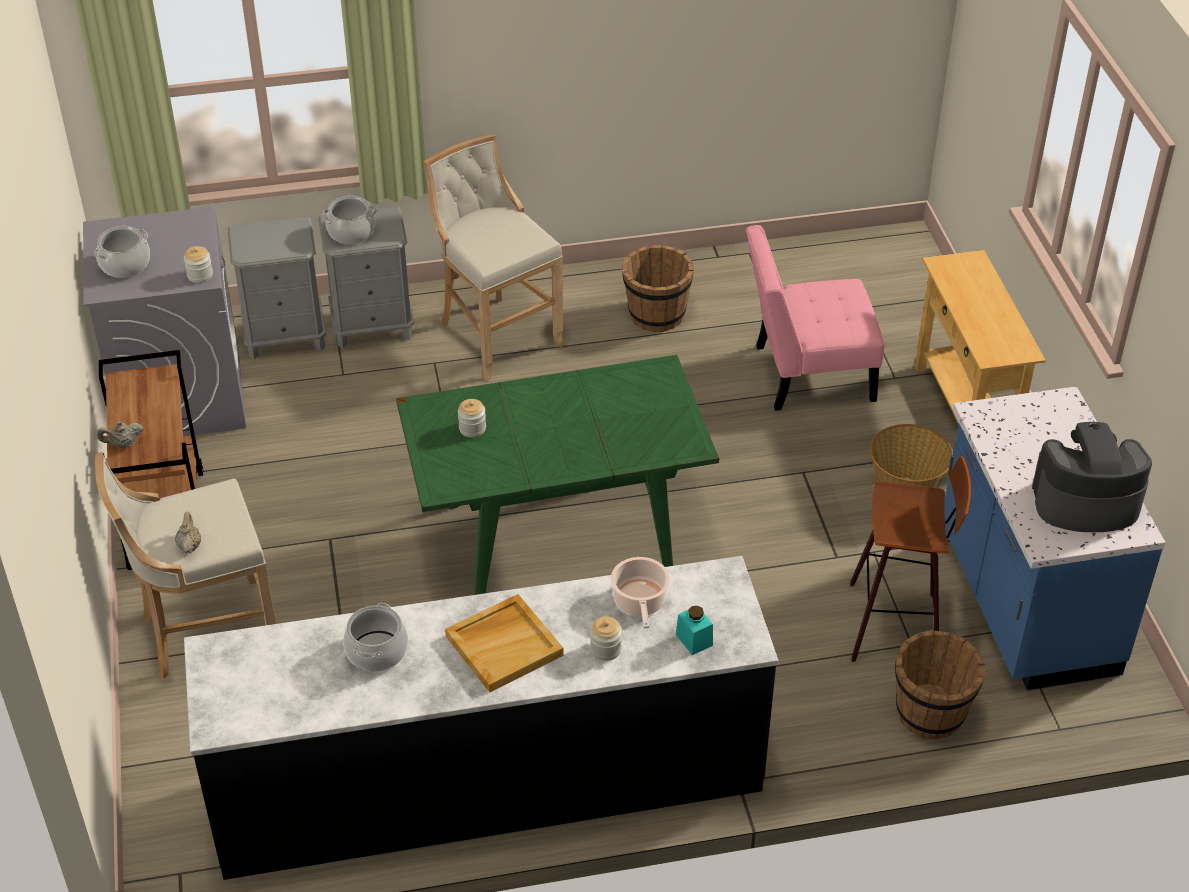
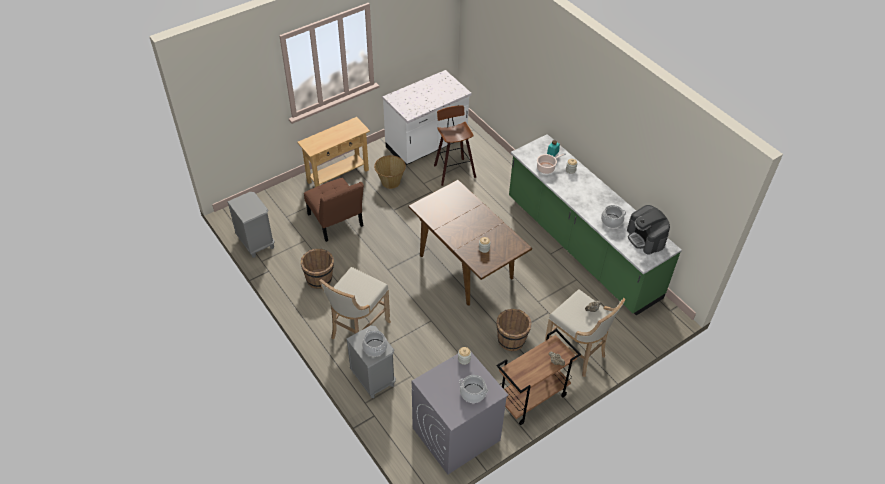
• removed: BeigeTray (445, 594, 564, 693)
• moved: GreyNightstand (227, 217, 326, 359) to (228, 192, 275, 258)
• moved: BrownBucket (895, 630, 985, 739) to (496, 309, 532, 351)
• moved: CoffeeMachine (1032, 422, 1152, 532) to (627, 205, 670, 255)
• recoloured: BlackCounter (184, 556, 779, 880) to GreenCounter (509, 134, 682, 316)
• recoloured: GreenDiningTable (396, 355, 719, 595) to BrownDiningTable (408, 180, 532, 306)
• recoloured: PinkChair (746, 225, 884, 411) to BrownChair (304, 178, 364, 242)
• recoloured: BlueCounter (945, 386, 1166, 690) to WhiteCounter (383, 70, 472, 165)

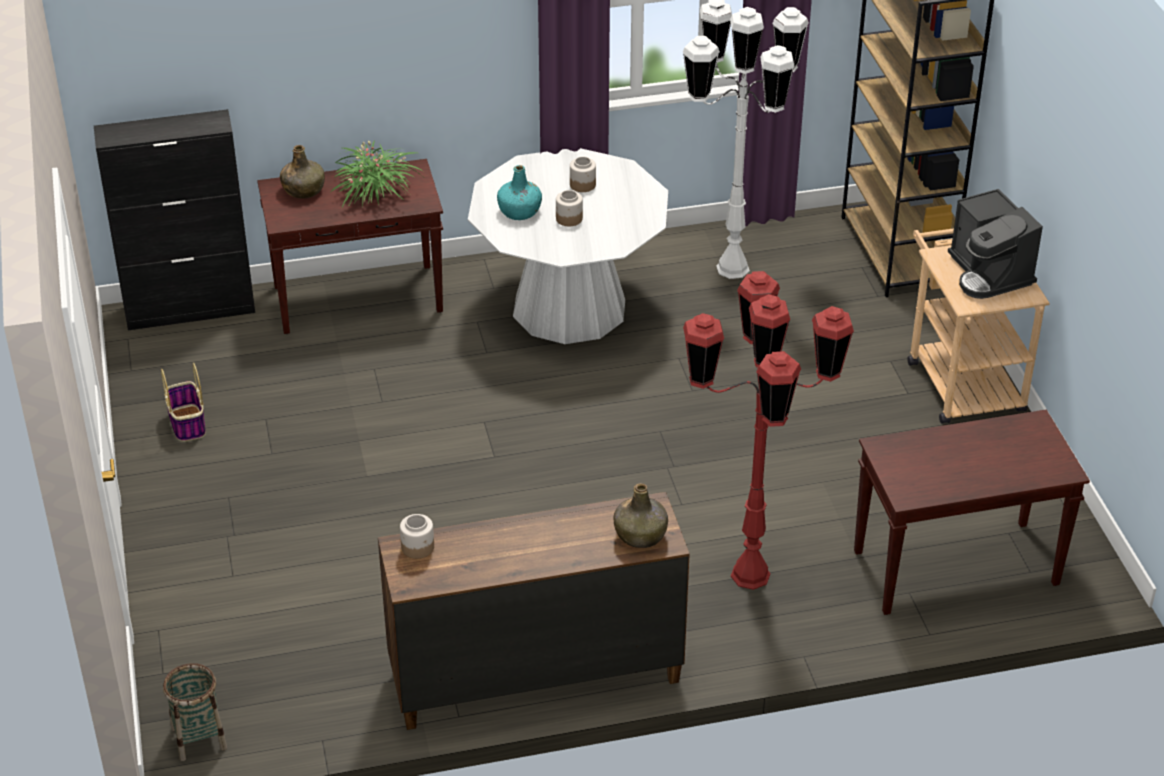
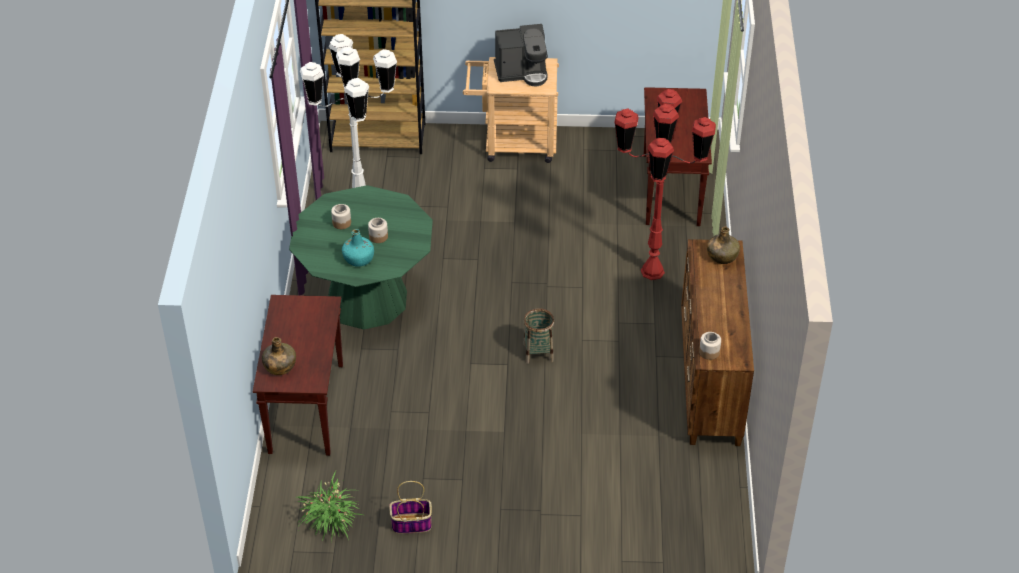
• removed: BlackCabinet (94, 109, 255, 330)
• moved: Basket (163, 663, 227, 761) to (523, 308, 554, 364)
• moved: PottedPlant (331, 140, 423, 208) to (297, 471, 363, 542)
• recoloured: WhiteDiningTable (468, 148, 668, 344) to GreenDiningTable (289, 185, 433, 329)

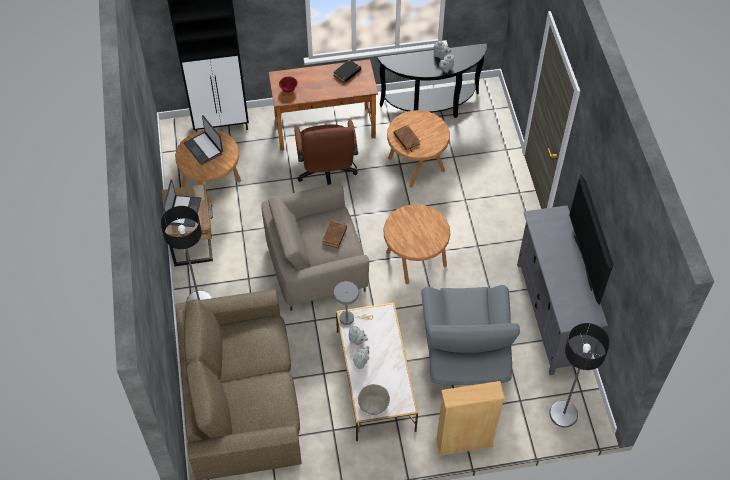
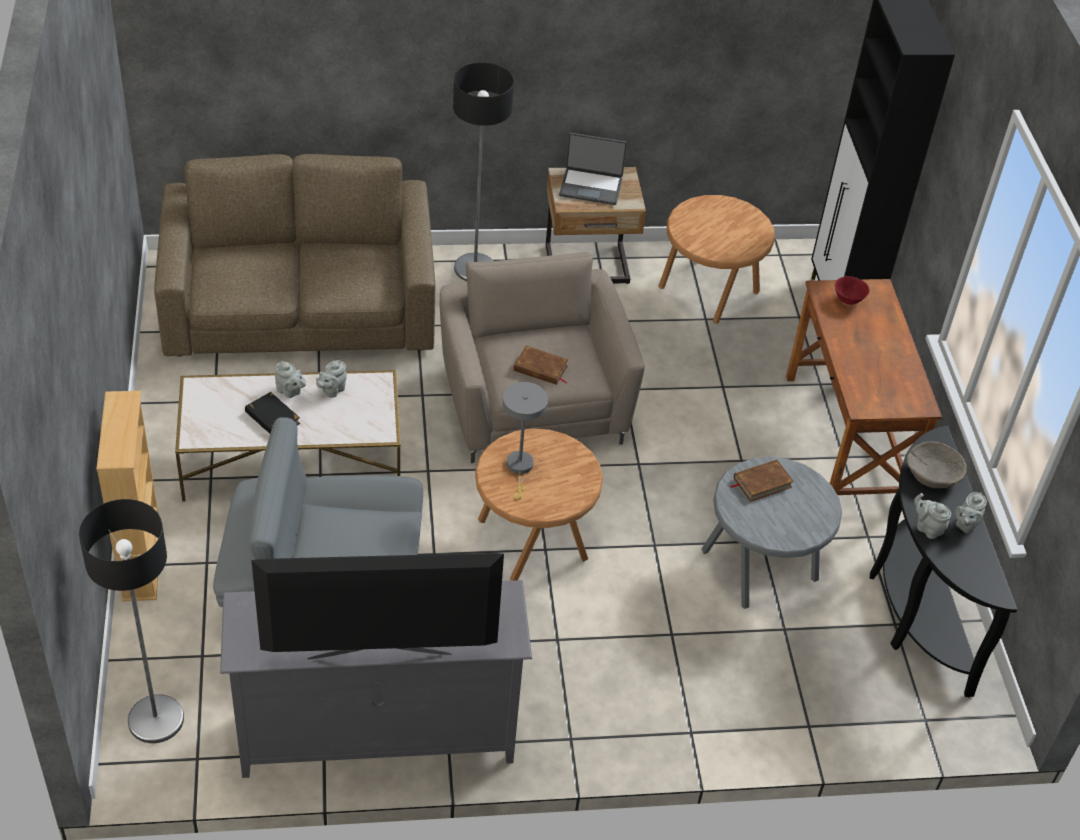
• removed: Laptop (184, 115, 223, 165)
• removed: BrownOfficeChair (294, 120, 358, 185)
• moved: BlackBook (333, 59, 361, 83) to (245, 392, 300, 434)
• moved: GreyTableLamp (334, 281, 373, 325) to (502, 382, 548, 499)
• moved: BeigeBowl (358, 384, 390, 415) to (907, 441, 967, 488)
• recoloured: BrownSideTable (387, 110, 450, 188) to GreySideTable (702, 457, 842, 609)

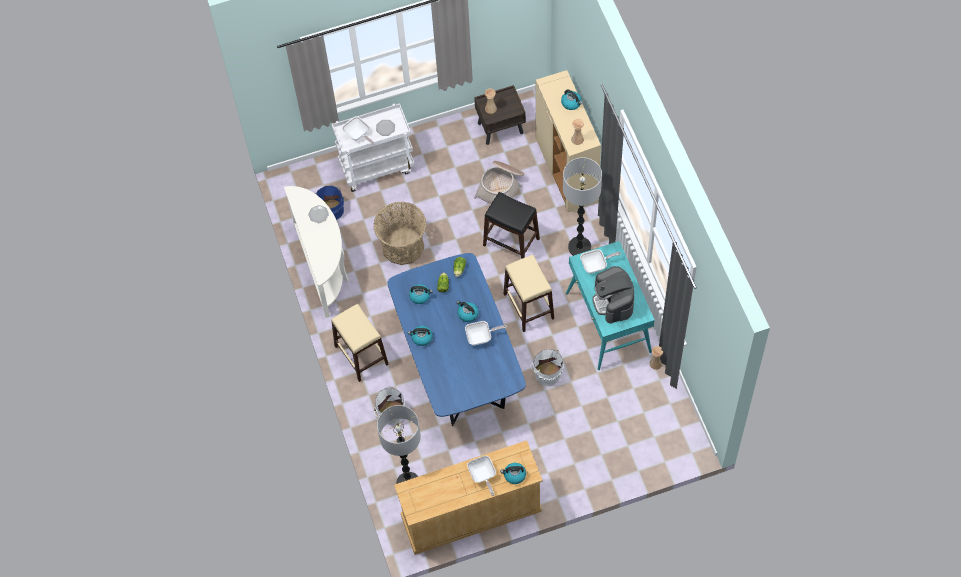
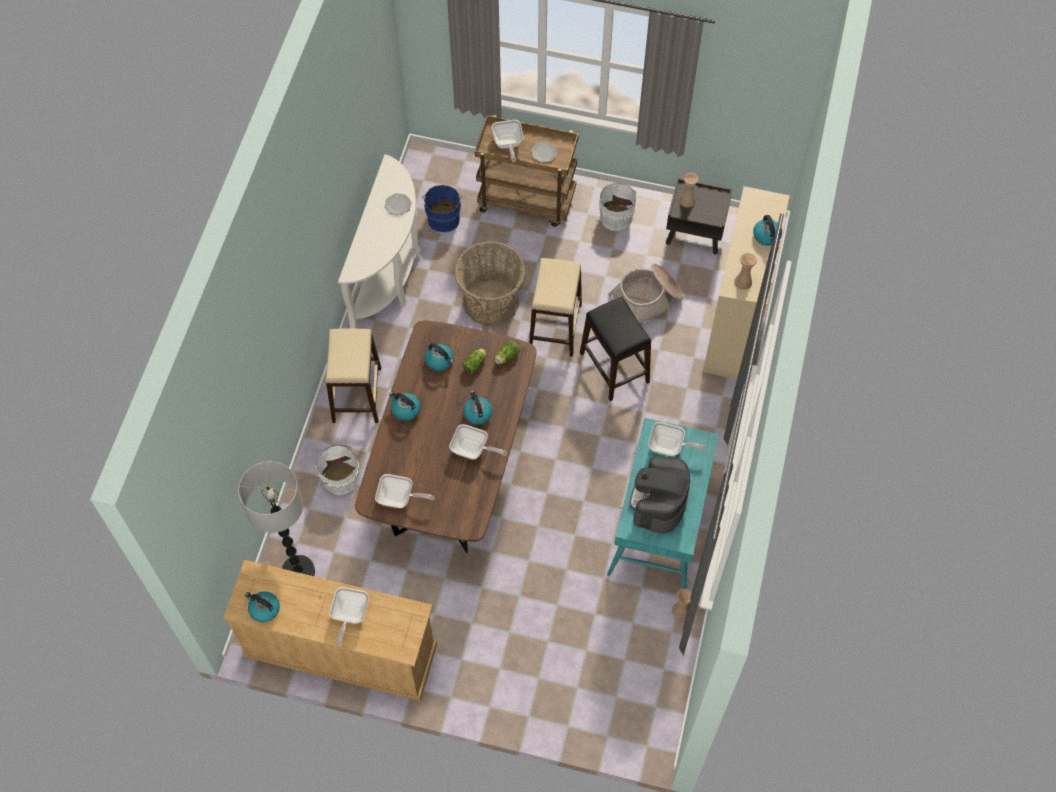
• removed: FloorLamp (563, 157, 602, 256)
• added: FryingPan (375, 474, 435, 508)
• moved: Kettle (500, 463, 526, 484) to (245, 592, 280, 622)
• moved: BeigeStool (504, 255, 554, 332) to (529, 258, 582, 357)
• moved: WhiteBucket (530, 349, 564, 386) to (597, 183, 637, 230)
• recoloured: WhiteCart (332, 103, 415, 192) to BrownCart (475, 115, 579, 227)
• recoloured: BlueDiningTable (387, 253, 526, 426) to BrownDiningTable (355, 321, 537, 553)

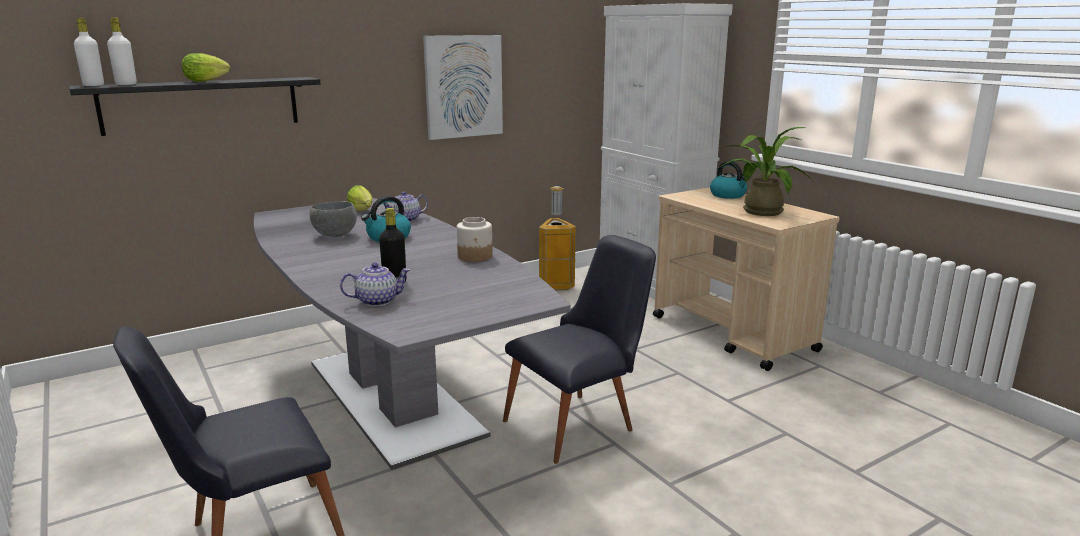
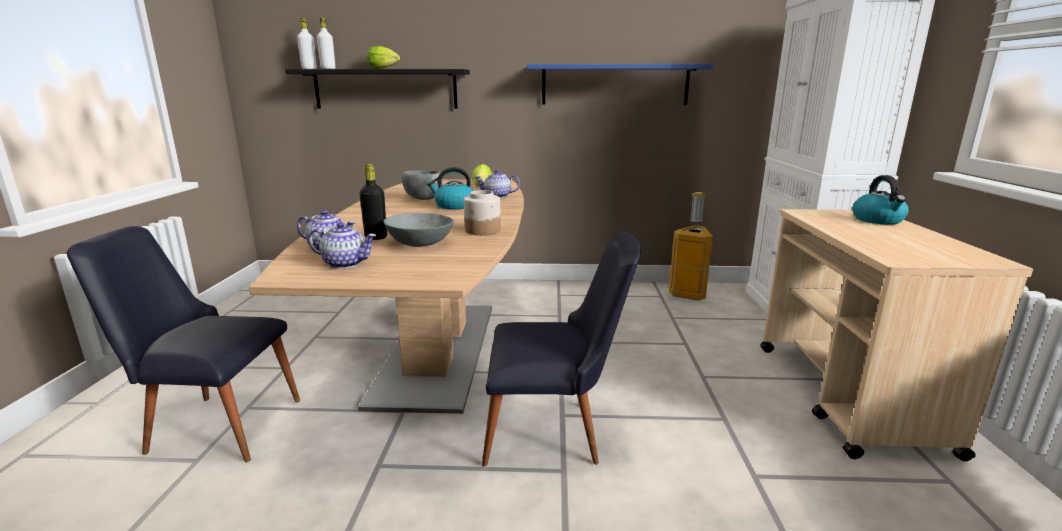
• removed: PottedPlant (716, 127, 815, 216)
• added: Teapot (309, 222, 376, 269)
• added: GreyBowl (383, 213, 454, 247)
• replaced: Picture (423, 35, 503, 140) to BlueShelf (527, 64, 714, 105)
• recoloured: GreyDiningTable (254, 198, 571, 470) to BrownDiningTable (249, 179, 524, 414)

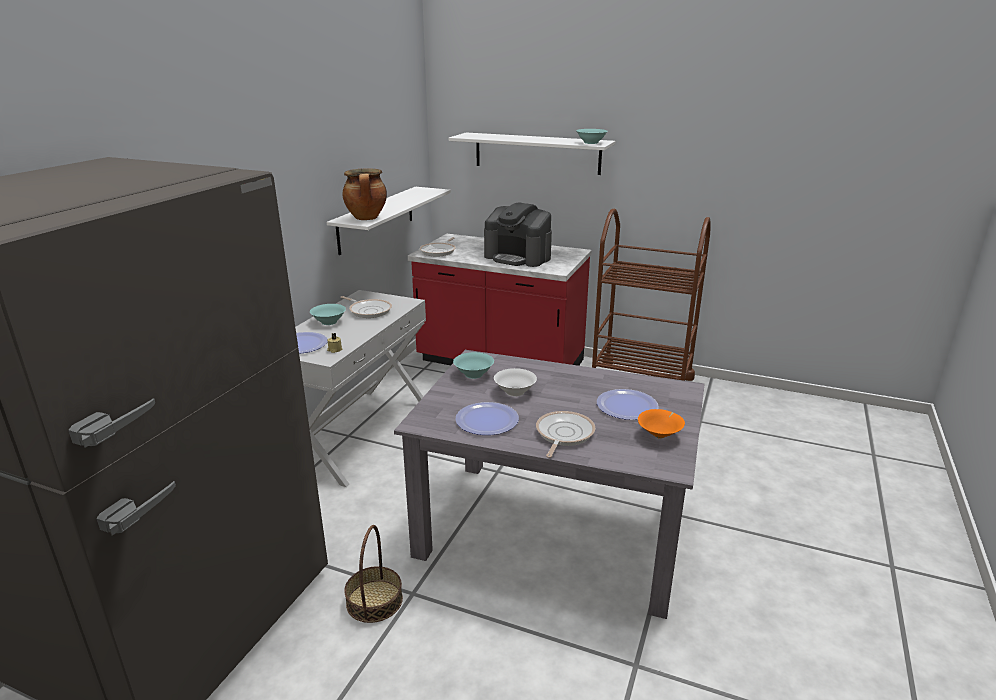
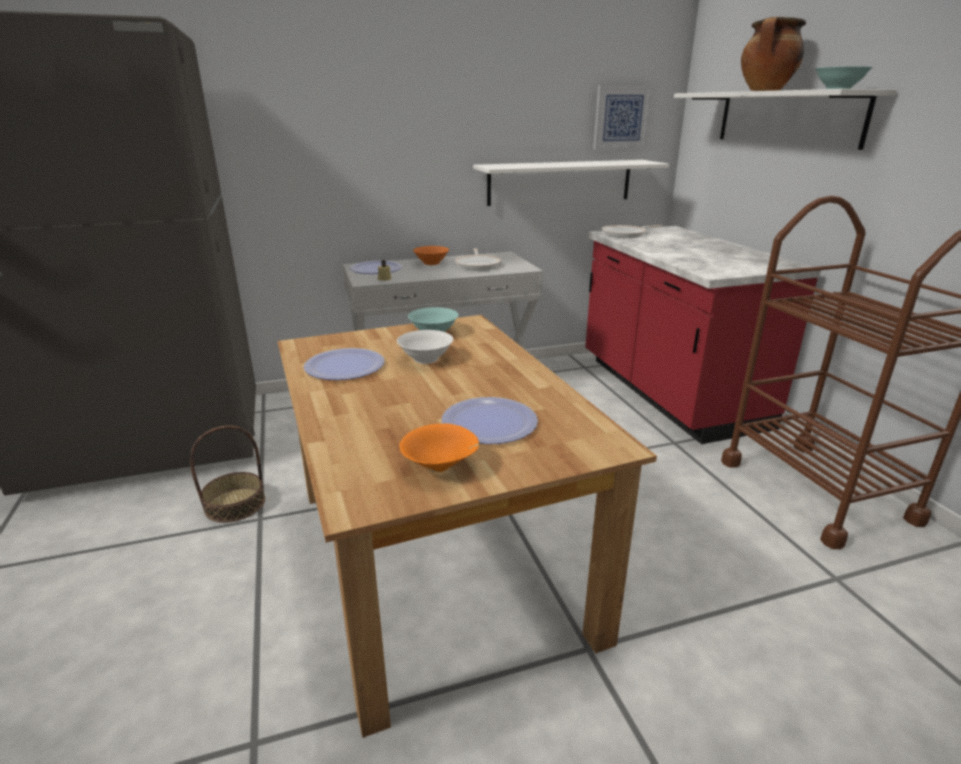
• removed: CoffeeMachine (484, 202, 552, 267)
• removed: FryingPan (536, 411, 595, 458)
• added: Picture (593, 85, 652, 149)
• moved: CookingPot (343, 168, 387, 220) to (741, 17, 806, 91)
• recoloured: TurquoiseBowl (310, 304, 346, 325) to OrangeBowl (413, 246, 449, 265)
• recoloured: GreyDiningTable (394, 350, 705, 619) to BrownDiningTable (278, 315, 657, 738)

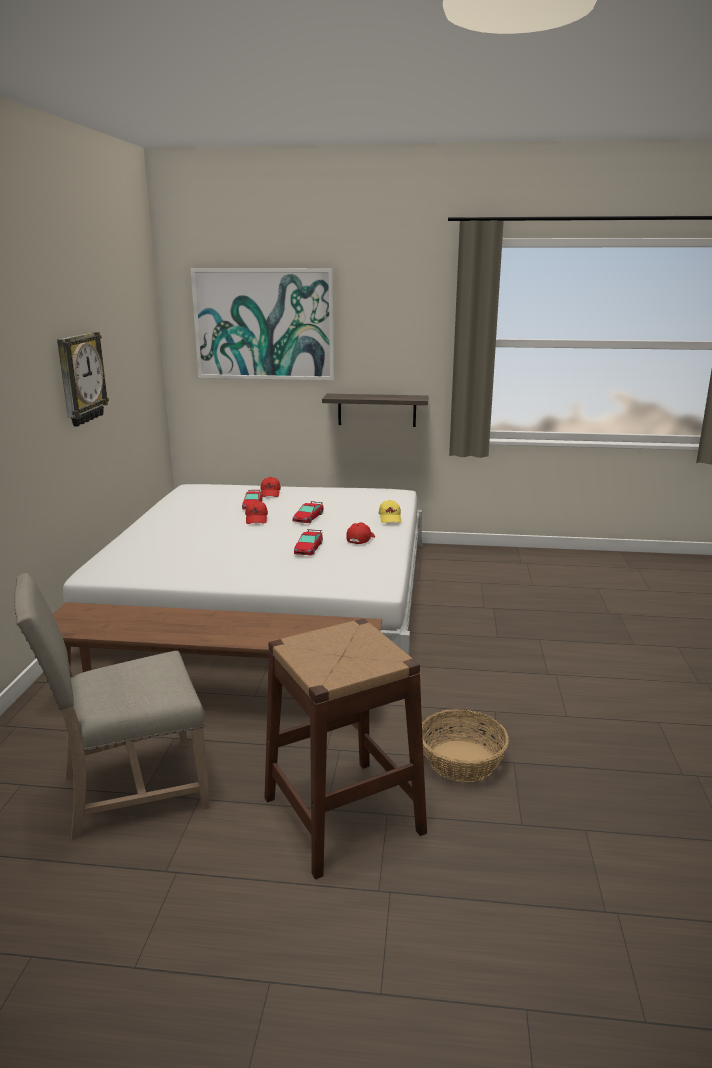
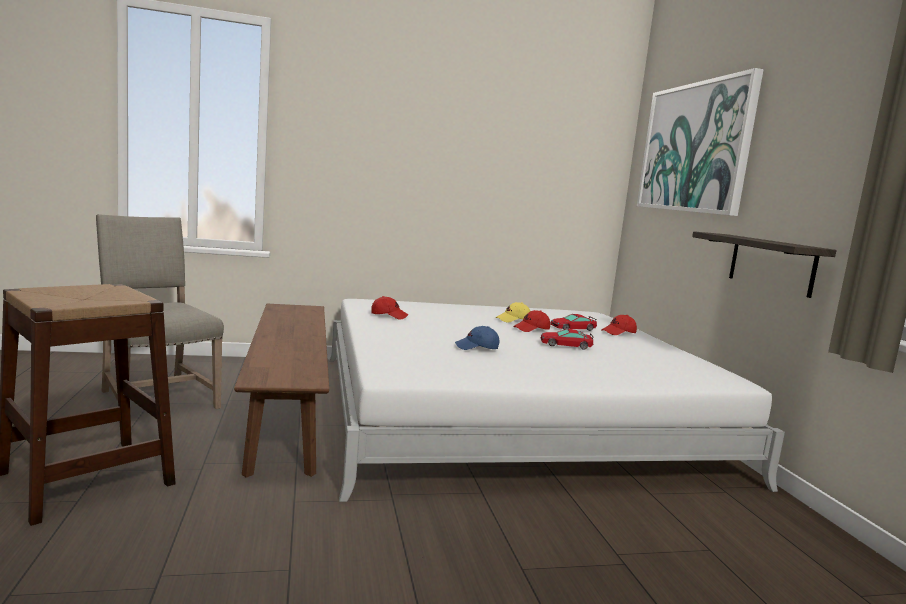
• removed: WallClock (57, 332, 109, 427)
• removed: Basket (422, 709, 509, 782)
• moved: RedCap (347, 522, 375, 544) to (371, 296, 409, 319)
• moved: YellowCap (379, 500, 401, 523) to (496, 302, 530, 323)
• replaced: ToyCar (294, 529, 323, 555) to BlueCap (455, 326, 499, 350)

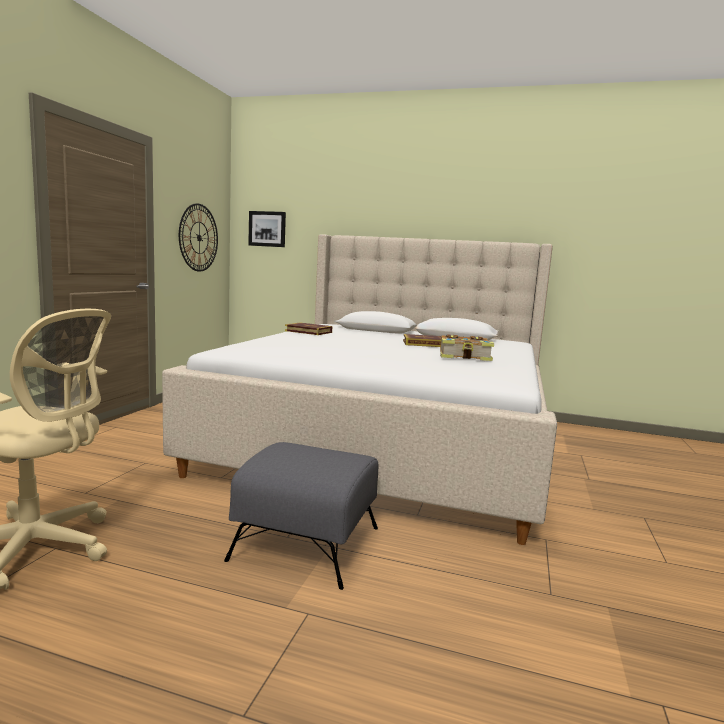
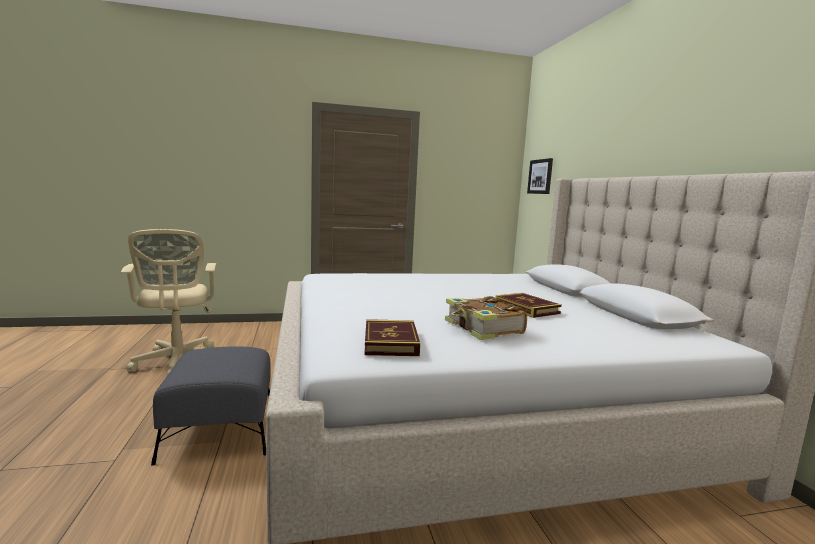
• removed: WallClock (179, 203, 218, 272)
• moved: Book (285, 323, 332, 335) to (365, 319, 420, 356)

